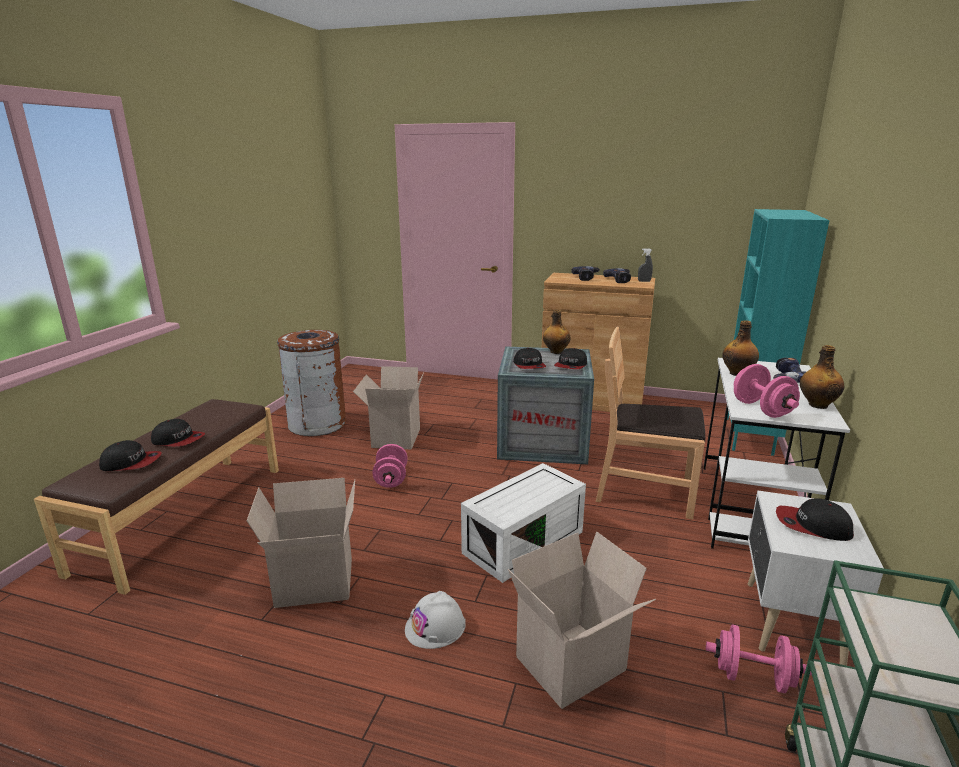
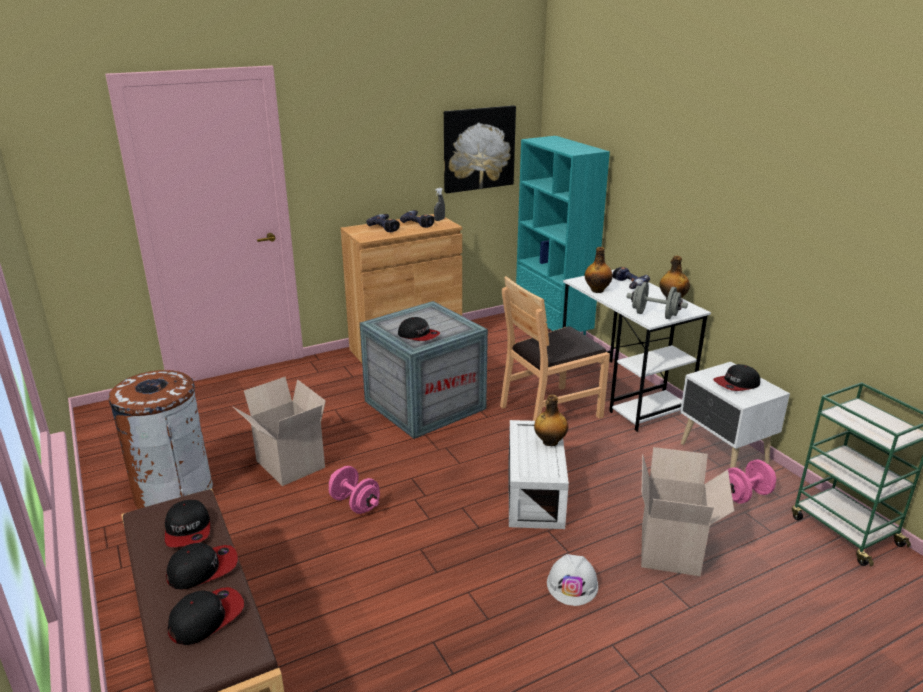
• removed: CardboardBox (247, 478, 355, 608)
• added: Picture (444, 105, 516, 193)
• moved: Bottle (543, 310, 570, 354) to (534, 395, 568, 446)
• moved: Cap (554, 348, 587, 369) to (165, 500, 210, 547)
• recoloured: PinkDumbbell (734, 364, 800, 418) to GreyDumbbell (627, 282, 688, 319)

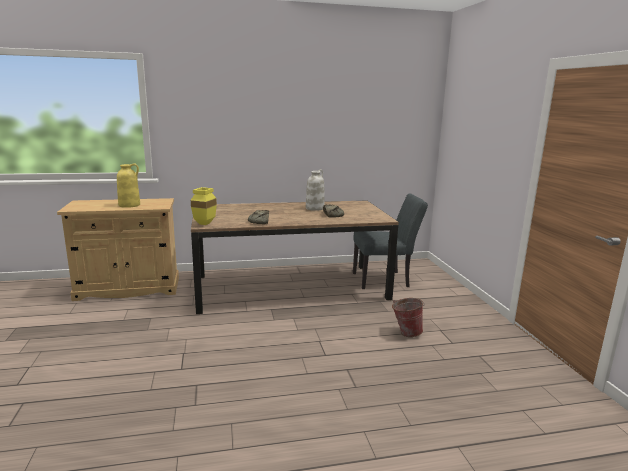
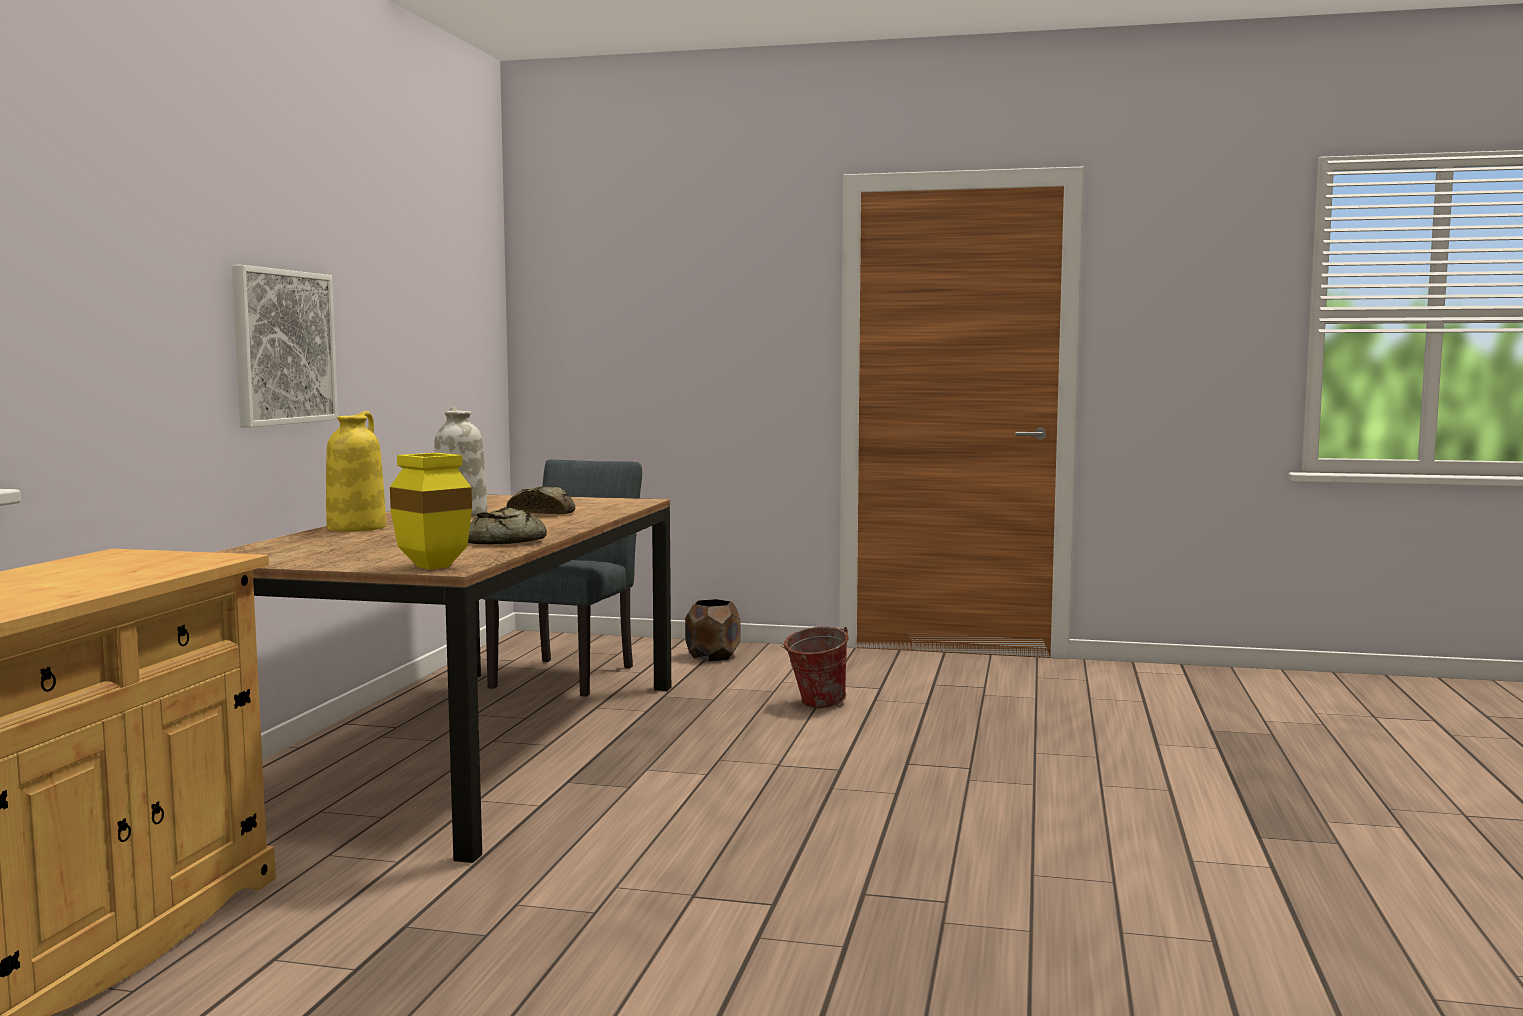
• added: Picture (232, 265, 338, 427)
• added: BrownPlanter (685, 599, 741, 661)
• moved: YellowVase (117, 163, 140, 208) to (326, 411, 386, 532)

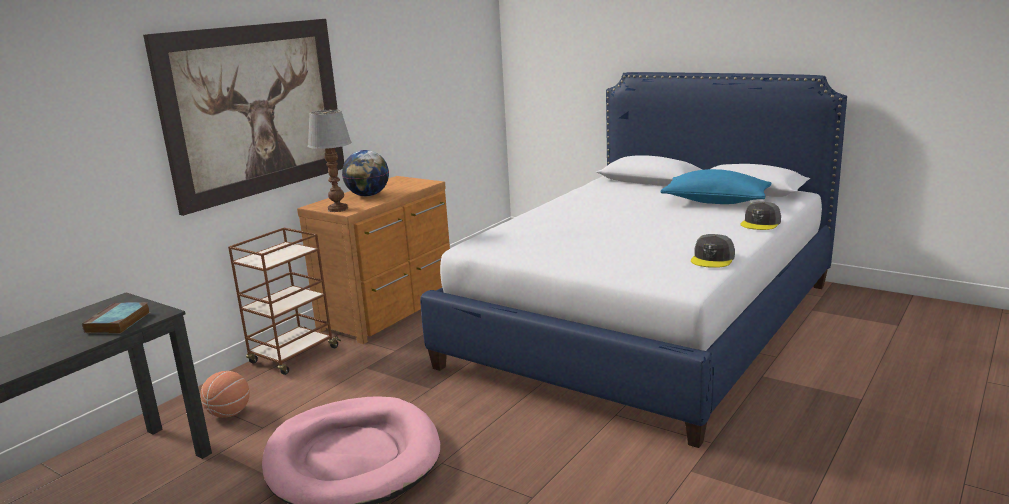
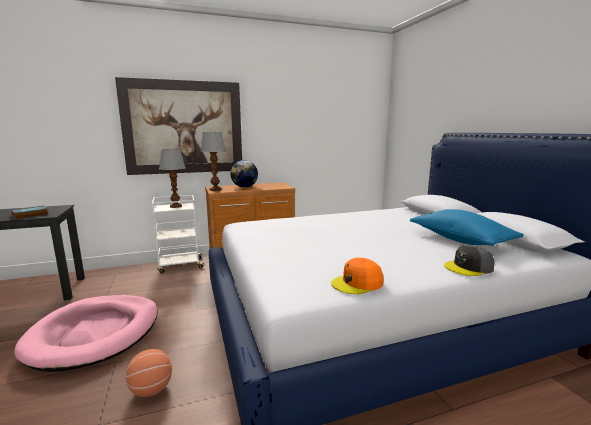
• added: TableLamp (159, 149, 186, 208)
• moved: Basketball (200, 371, 250, 418) to (126, 349, 172, 397)
• recoloured: BrownCart (228, 228, 341, 375) to WhiteCart (152, 195, 205, 274)
• recoloured: GreyCap (691, 234, 735, 268) to OrangeCap (331, 258, 383, 294)

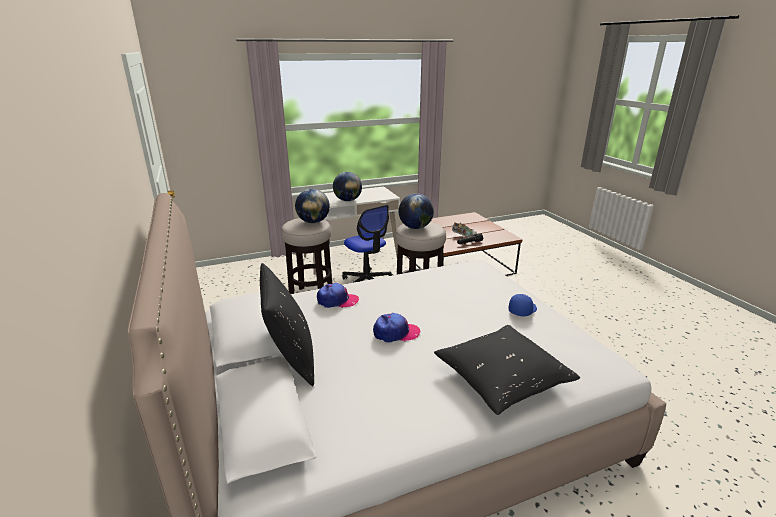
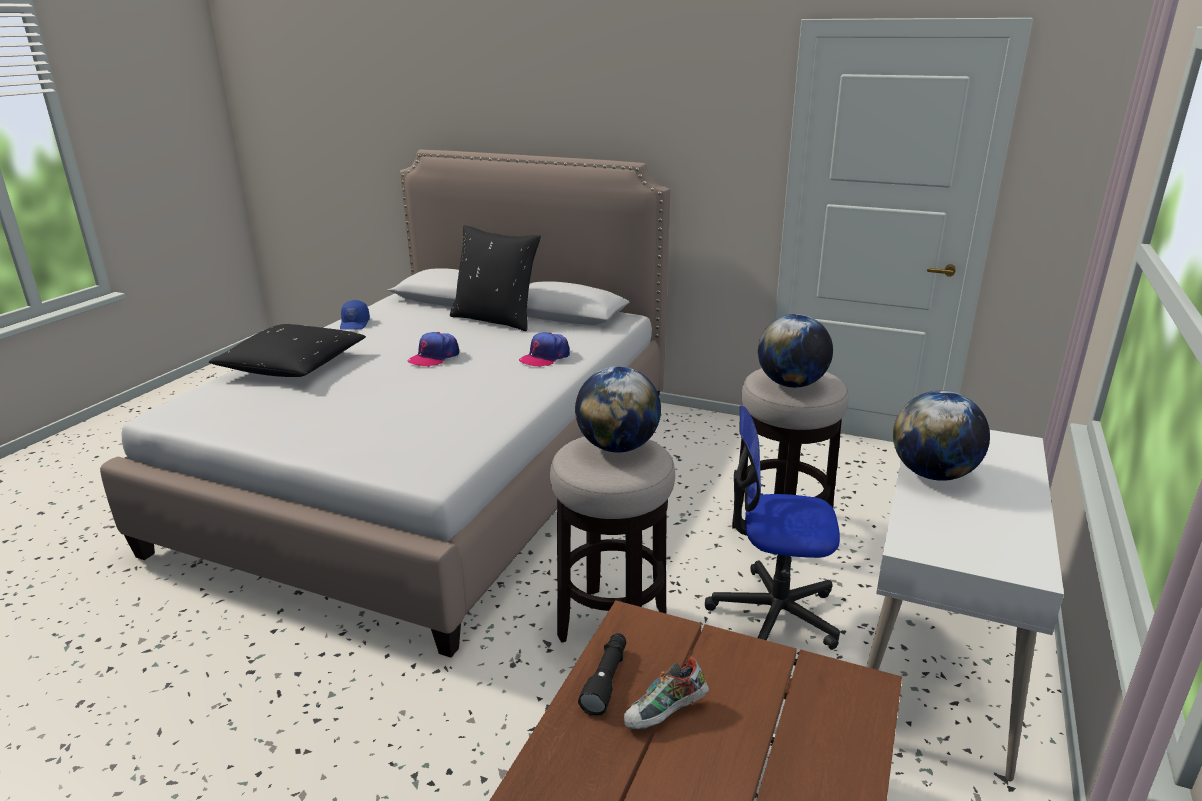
• moved: BlueCap (508, 294, 537, 316) to (340, 300, 370, 330)

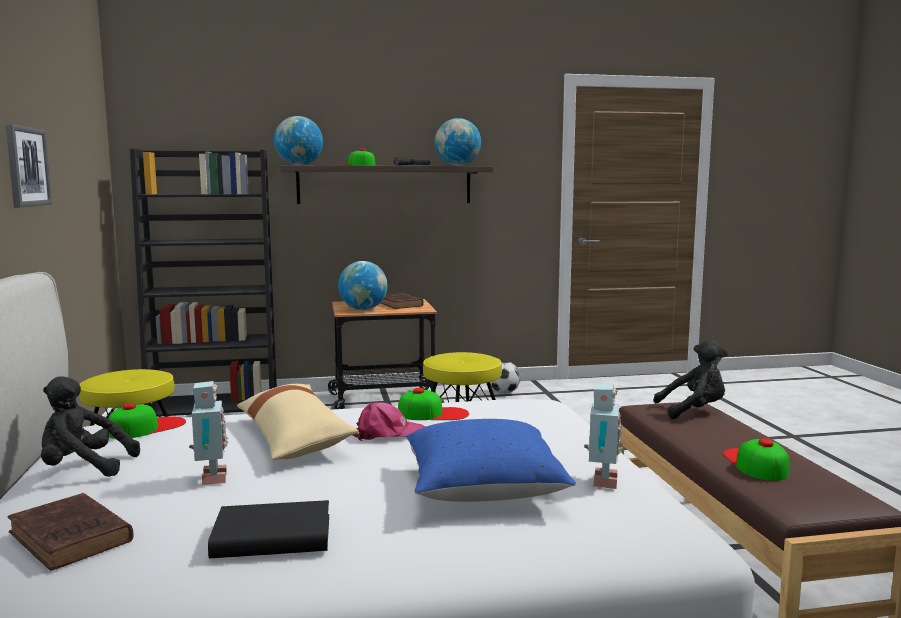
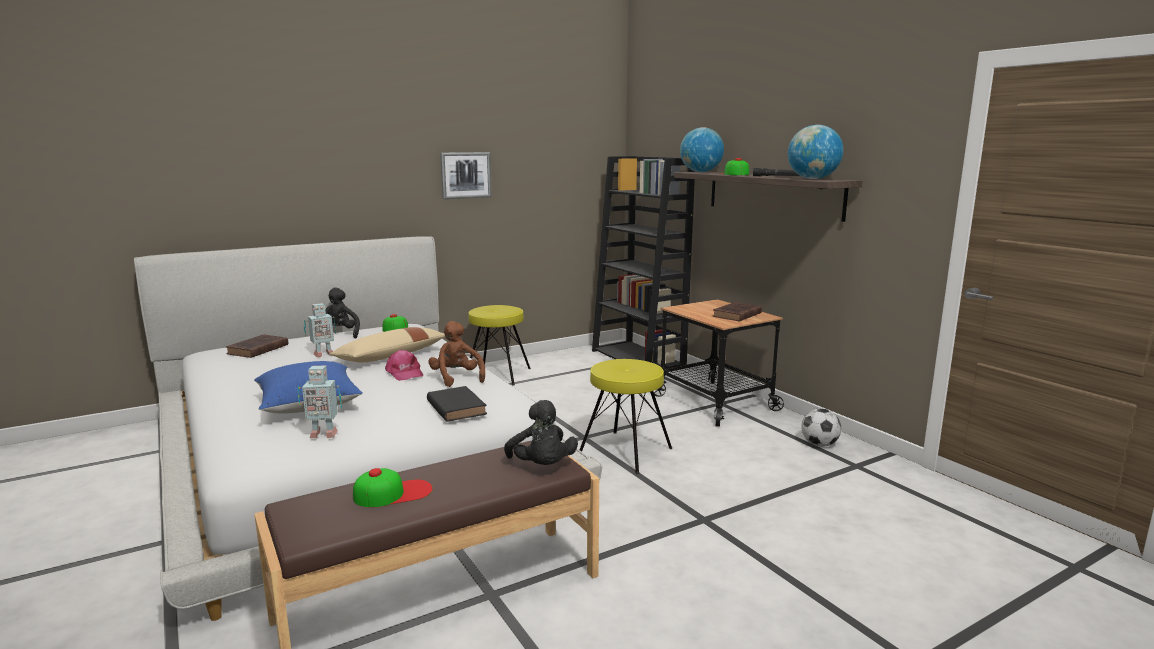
• removed: Globe (338, 261, 388, 310)
• moved: BlackBook (208, 500, 329, 559) to (427, 386, 487, 422)
• replaced: Cap (398, 388, 469, 420) to BrownPlushToy (428, 321, 485, 387)

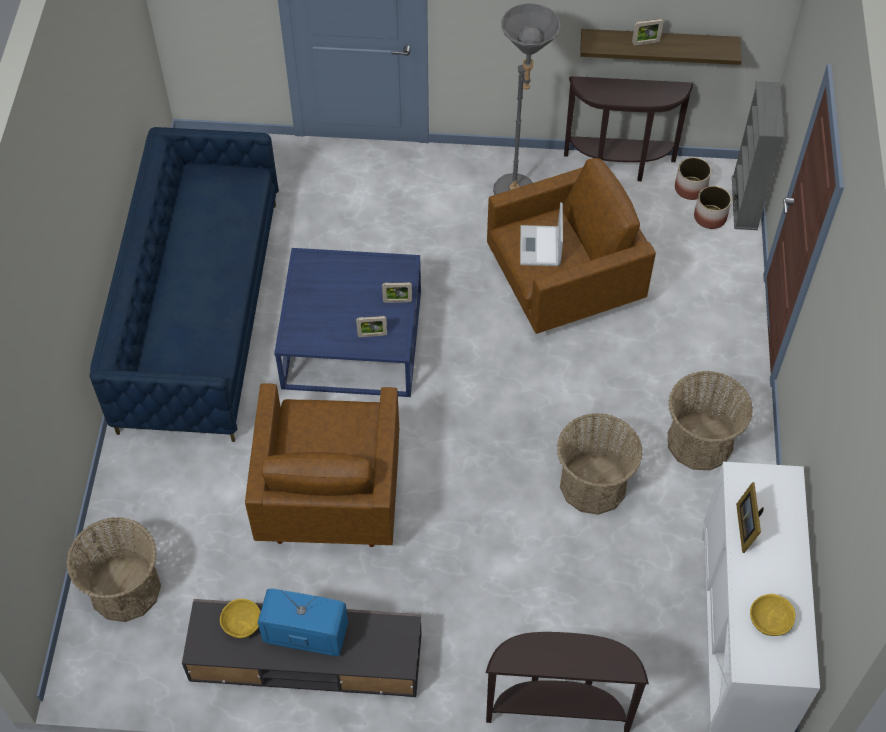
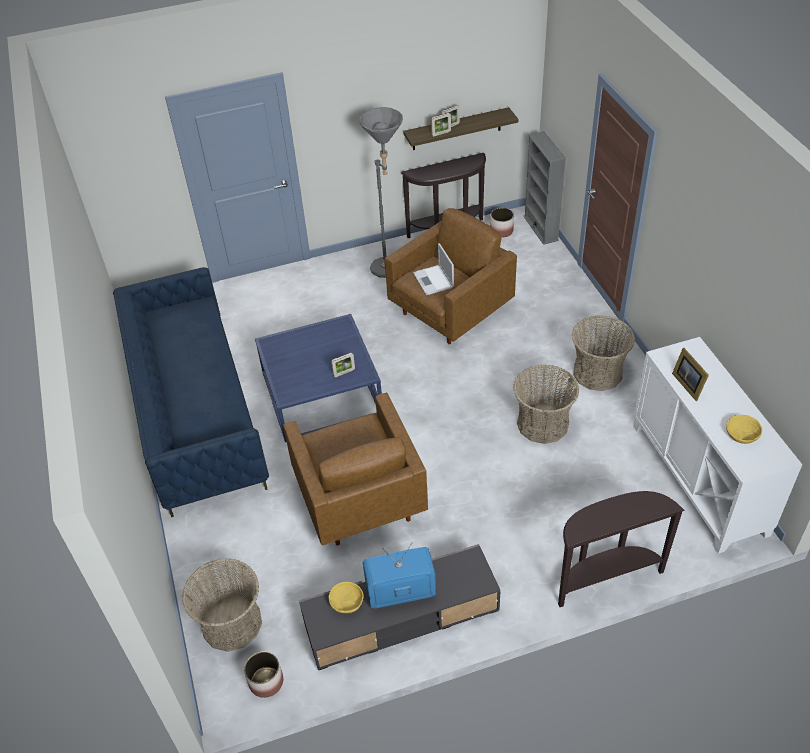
• moved: PictureFrame (382, 282, 412, 303) to (431, 113, 451, 136)
• moved: Planter (694, 186, 731, 229) to (244, 651, 283, 698)

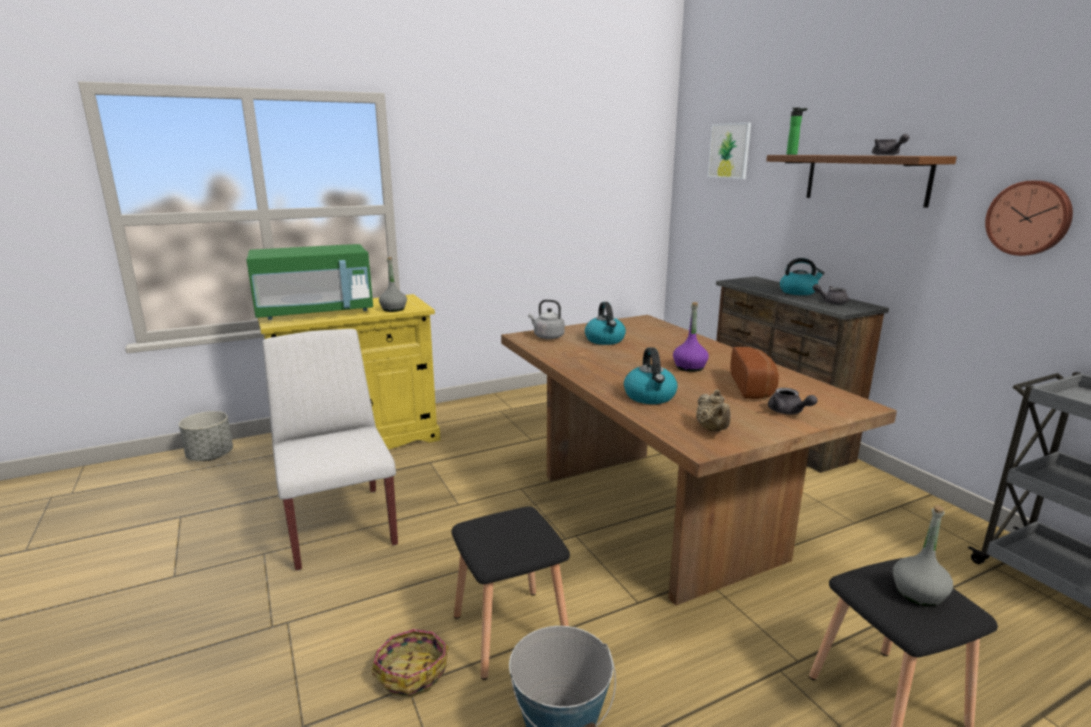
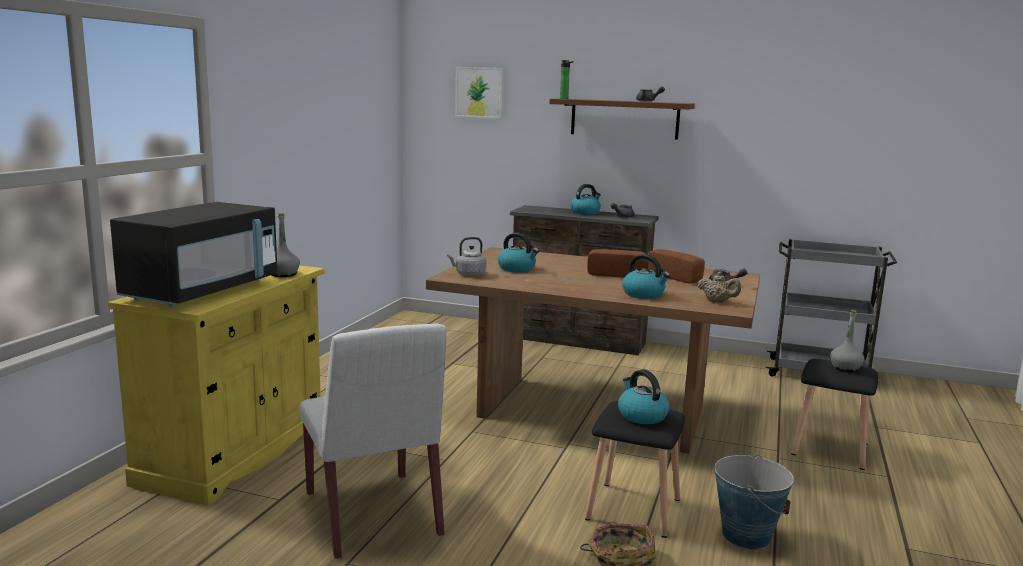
• removed: GreyPlanter (179, 411, 233, 461)
• removed: WallClock (985, 180, 1073, 256)
• added: Kettle (618, 369, 669, 424)
• replaced: PurpleBottle (673, 302, 709, 372) to Bread (587, 249, 648, 278)
• recoloured: GreenMicrowave (246, 244, 373, 320) to BlackMicrowave (110, 202, 277, 307)
• turned: WhiteChair (263, 329, 398, 571) = (299, 324, 446, 559) 135 degrees counterclockwise

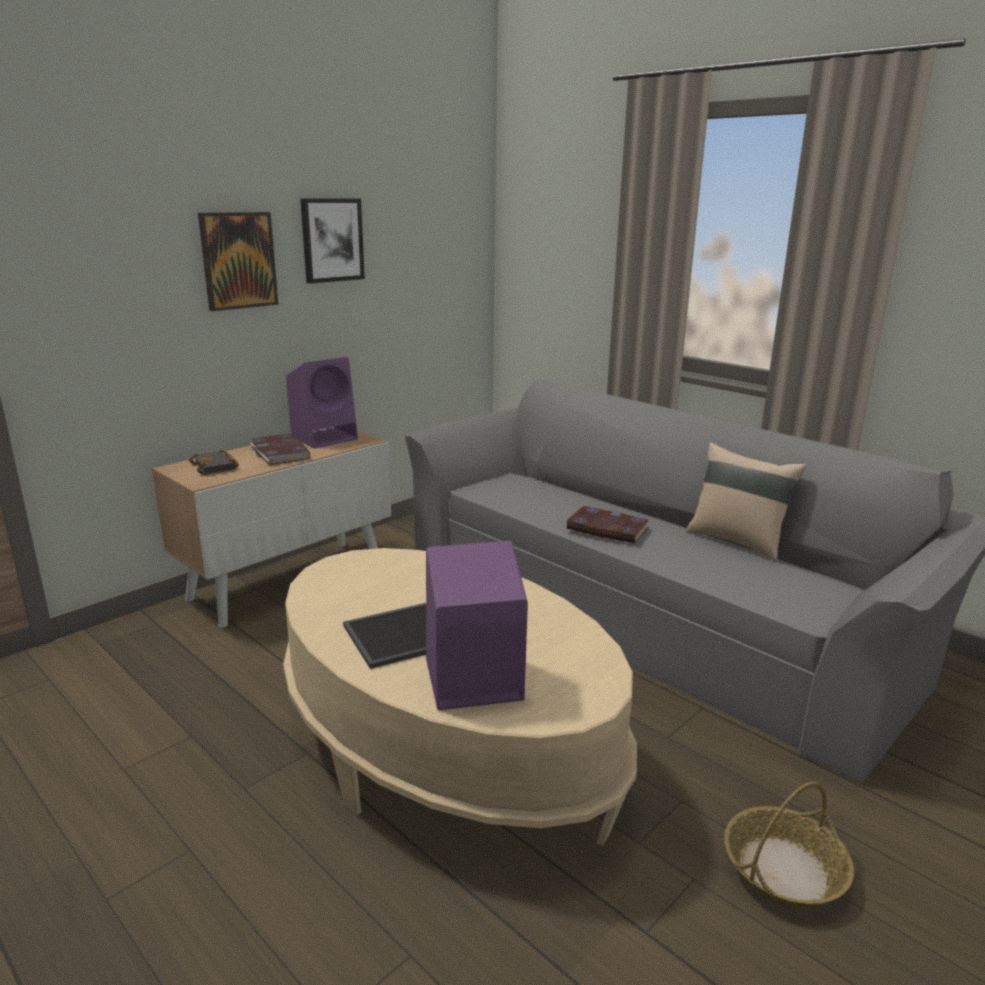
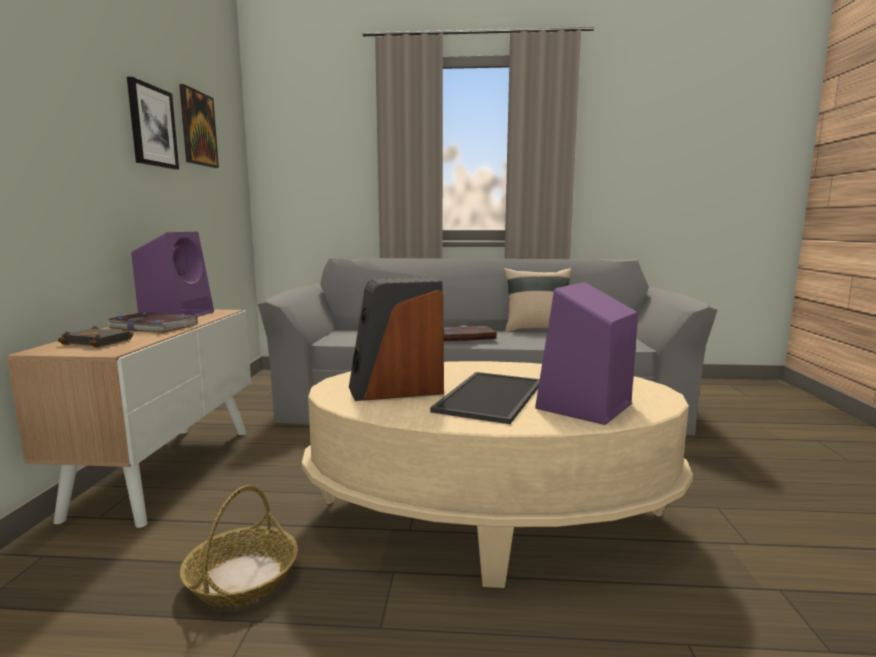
• added: Speaker (349, 277, 444, 401)
• moved: Picture (198, 212, 278, 311) to (179, 84, 219, 168)
• moved: Basket (724, 782, 854, 910) to (180, 485, 298, 607)

